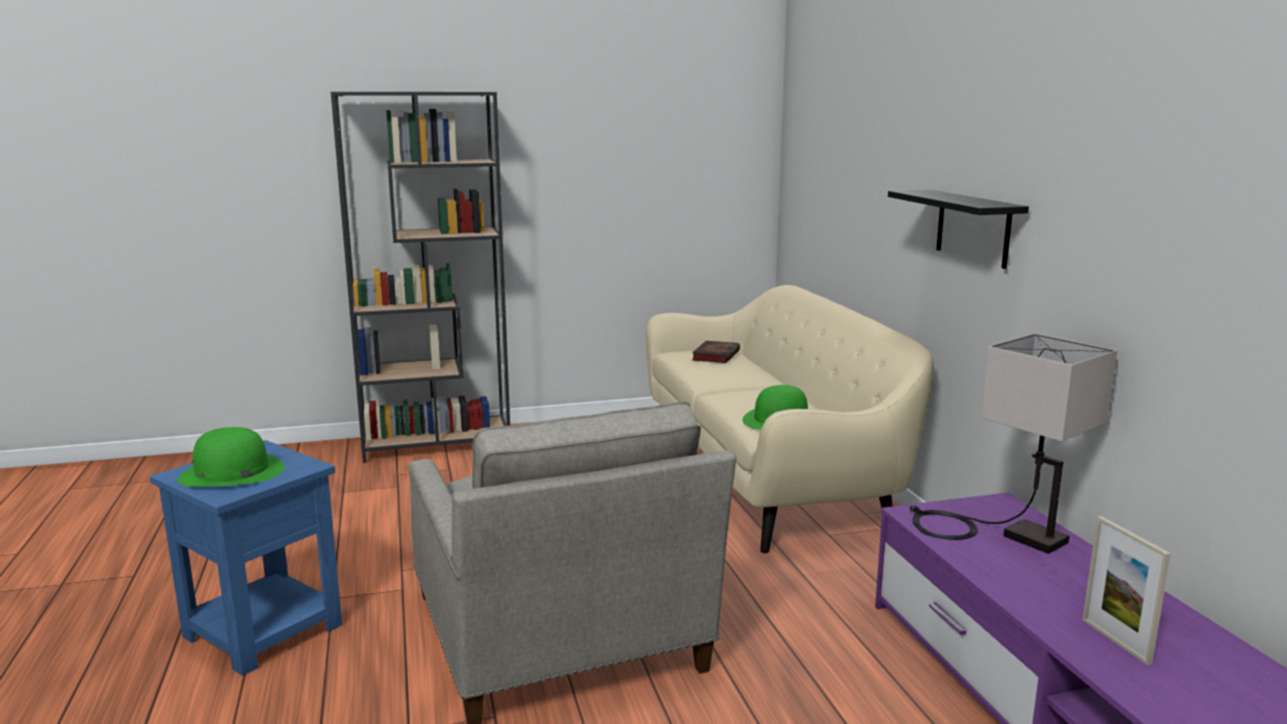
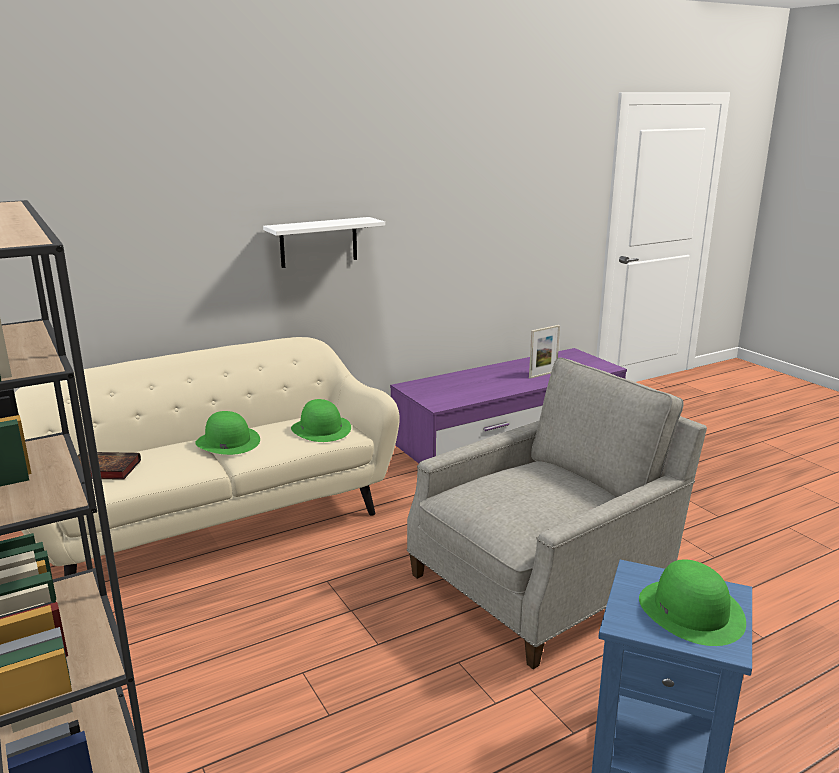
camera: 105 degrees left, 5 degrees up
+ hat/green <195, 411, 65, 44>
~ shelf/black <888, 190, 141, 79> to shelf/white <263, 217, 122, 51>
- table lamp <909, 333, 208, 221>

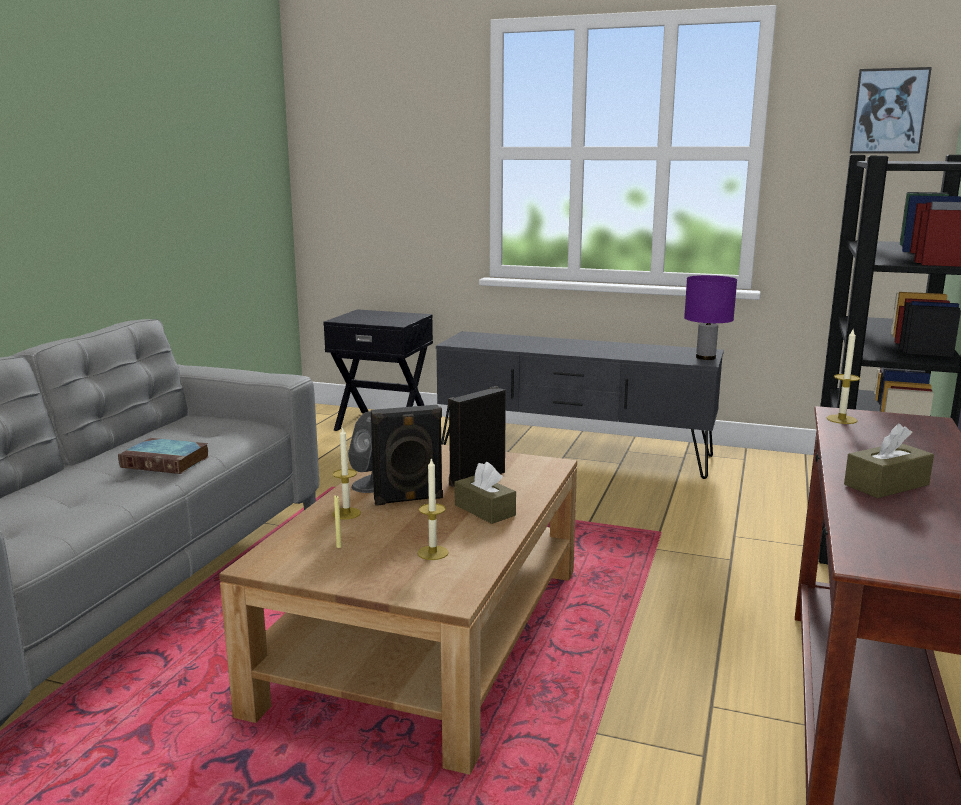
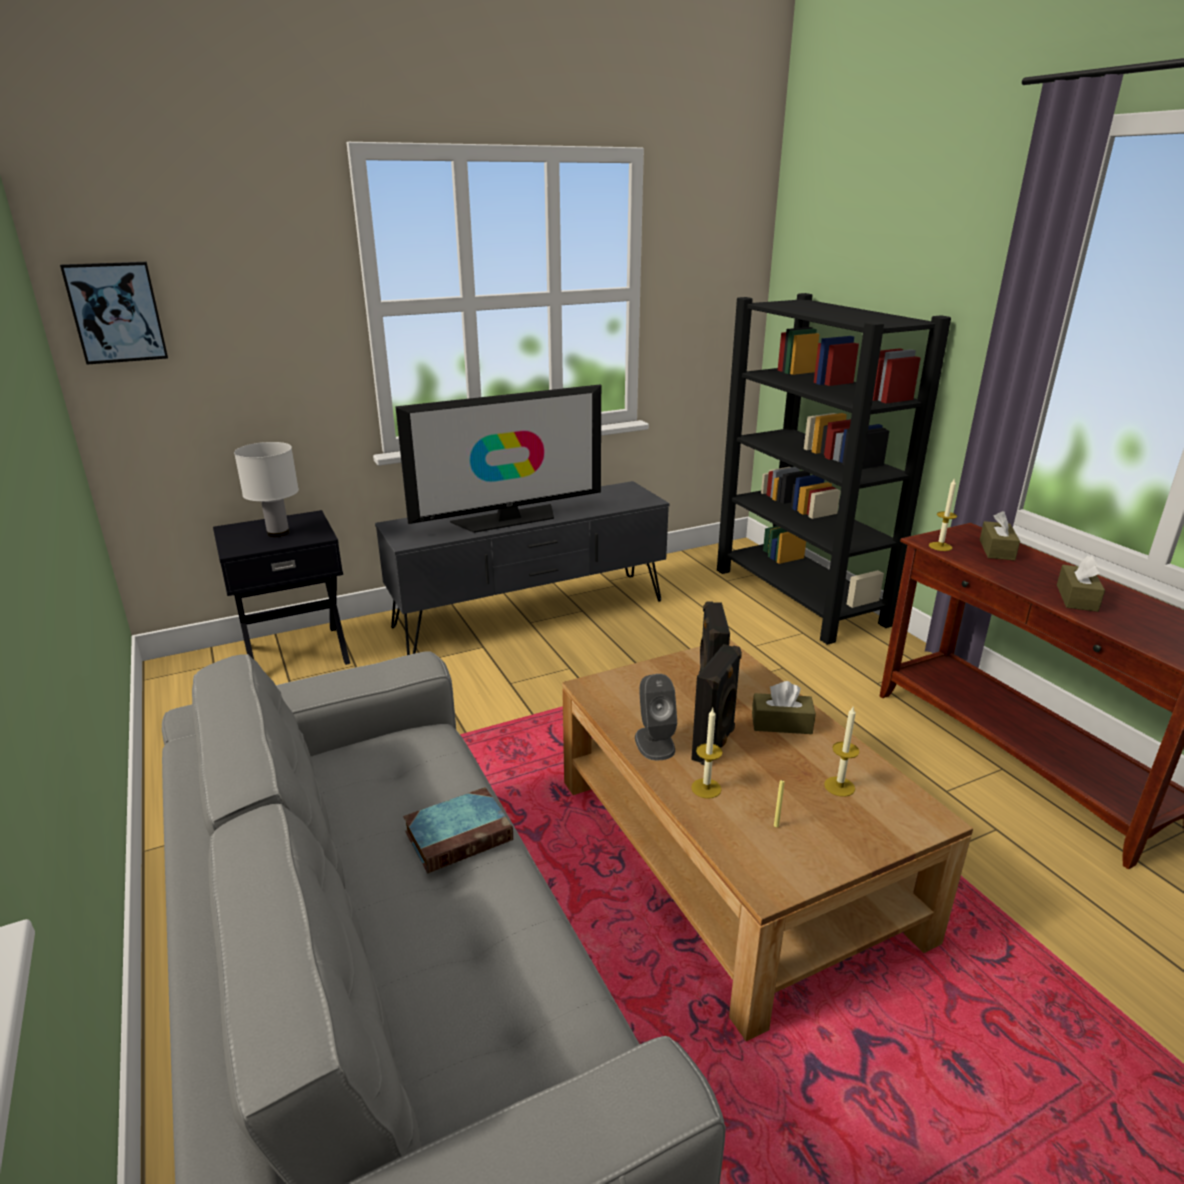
camera: 45 degrees left, 10 degrees up
~ picture <849, 67, 83, 87> to <60, 262, 108, 103>
+ table lamp/white <234, 442, 65, 95>
+ television <395, 385, 206, 148>
+ tissue box/brown <980, 511, 40, 50>
- table lamp/purple <684, 275, 53, 85>

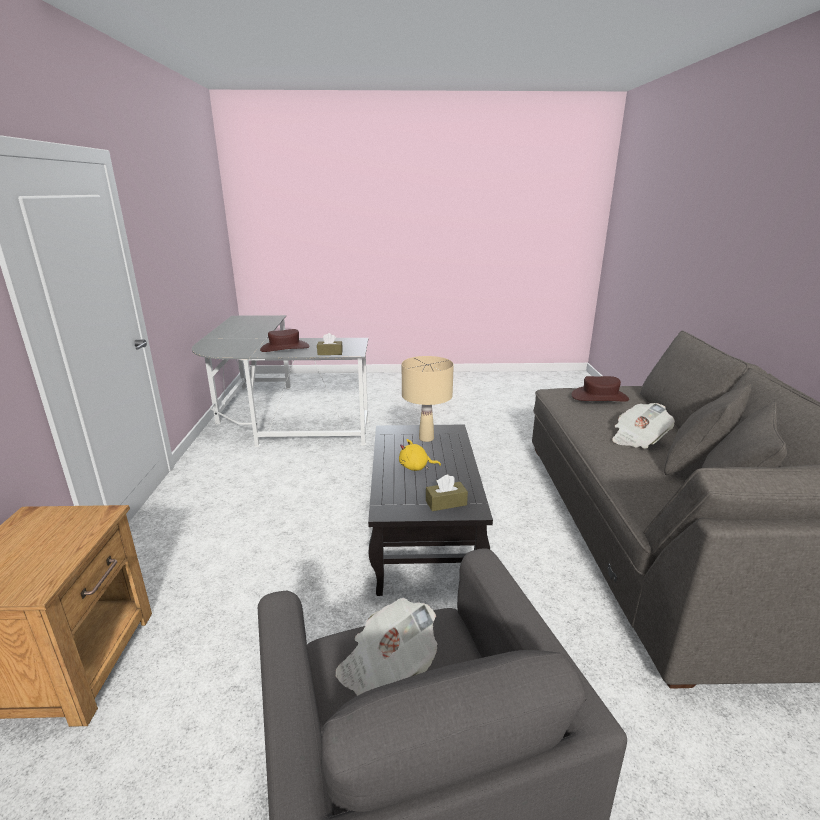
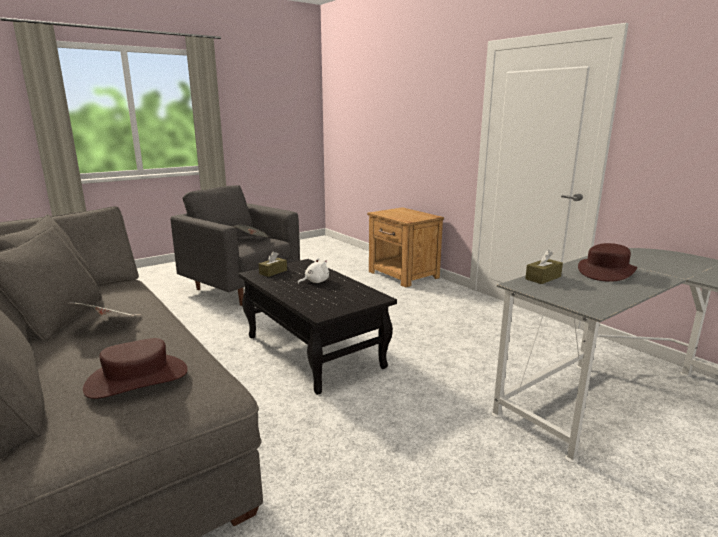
camera: 145 degrees right, 5 degrees down
~ plush toy/yellow <399, 439, 42, 32> to plush toy/white <297, 258, 32, 26>
- table lamp/beige <402, 356, 52, 86>

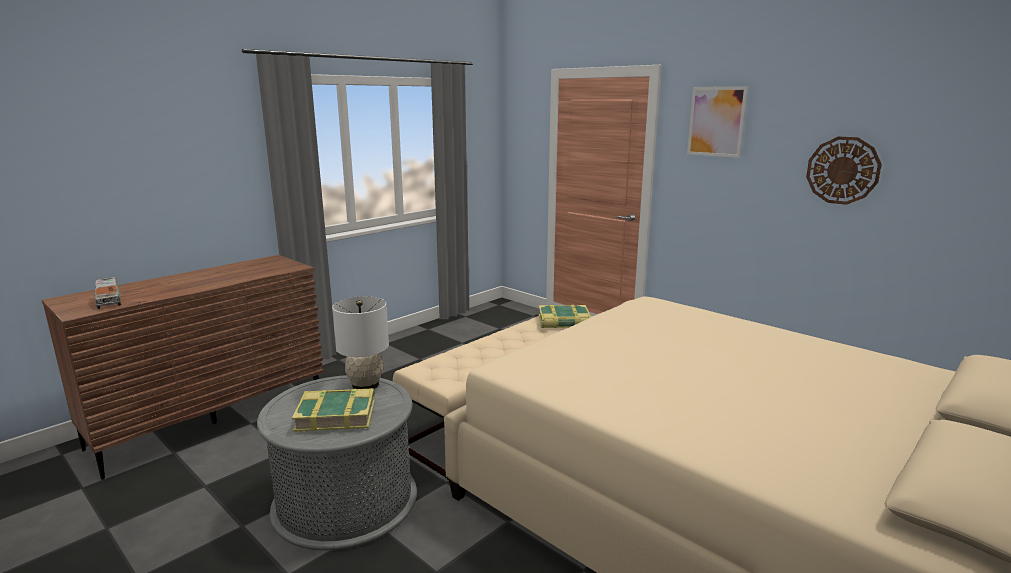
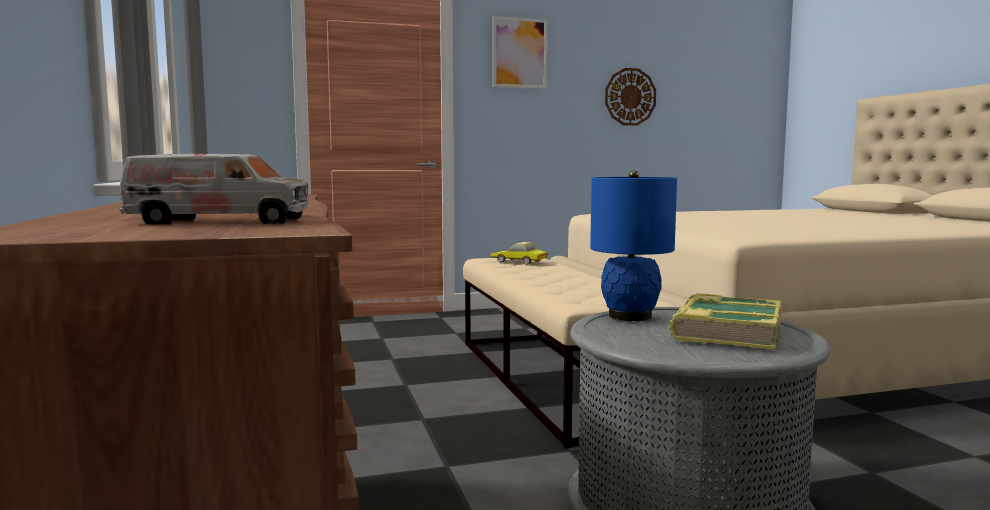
camera: 60 degrees left, 10 degrees down
~ book <539, 305, 52, 23> to toy car <490, 242, 58, 23>
~ table lamp/white <332, 296, 57, 93> to table lamp/blue <590, 170, 87, 151>

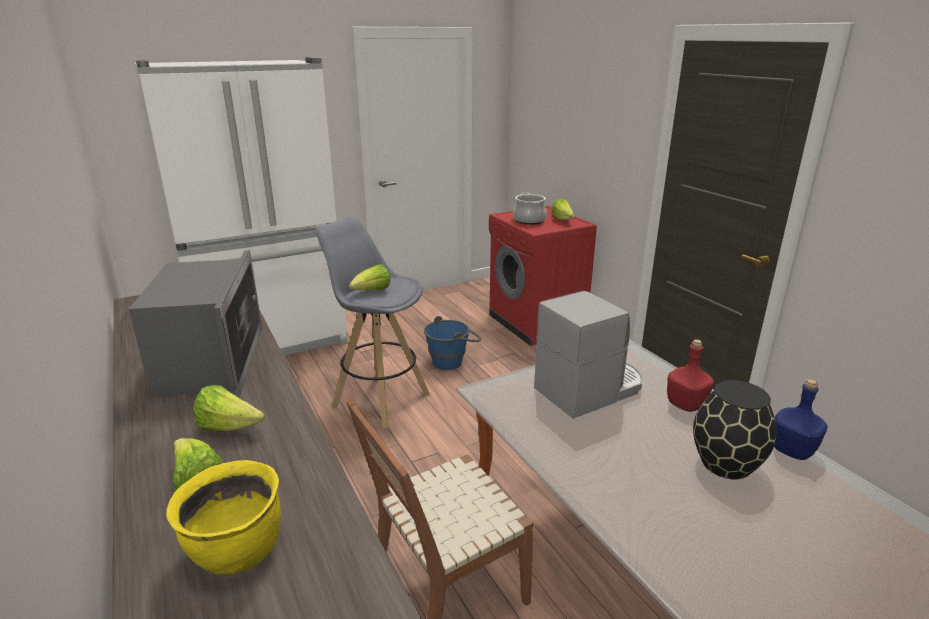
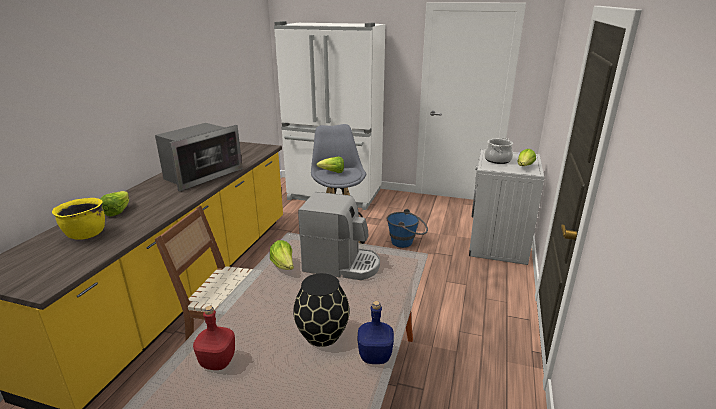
camera: 45 degrees right, 0 degrees up
~ bottle/red <667, 339, 47, 73> to <193, 306, 42, 64>
~ lettuce <193, 385, 72, 46> to <270, 240, 24, 30>
~ washing machine/red <489, 206, 108, 140> to washing machine/white <469, 149, 76, 116>

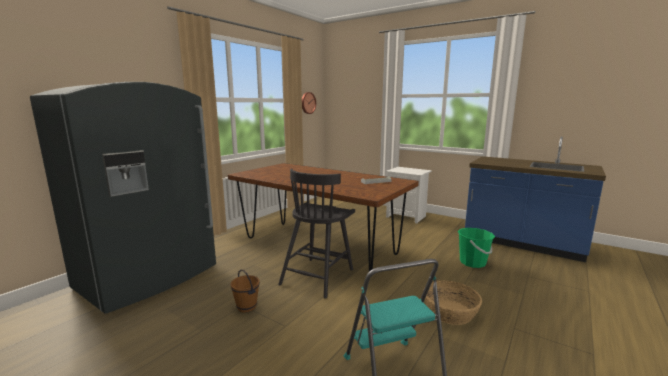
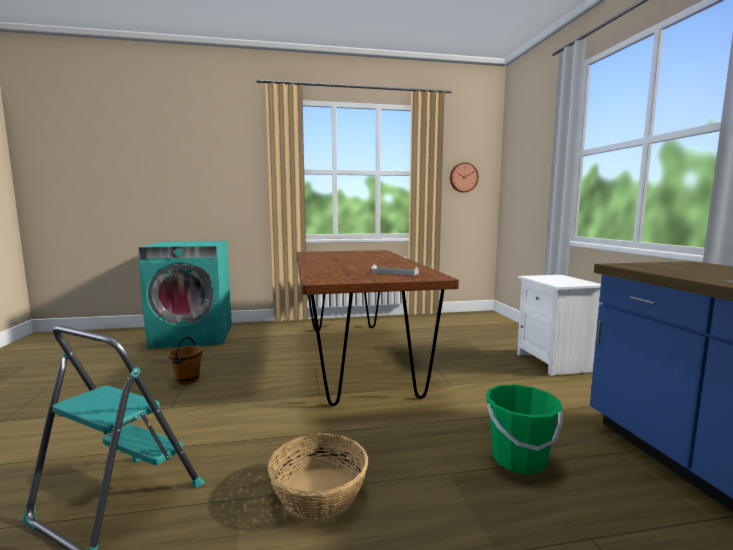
camera: 45 degrees right, 5 degrees down
~ fridge/grey <30, 82, 186, 232> to washing machine/turquoise <139, 241, 93, 107>
- chair/black <278, 169, 77, 130>

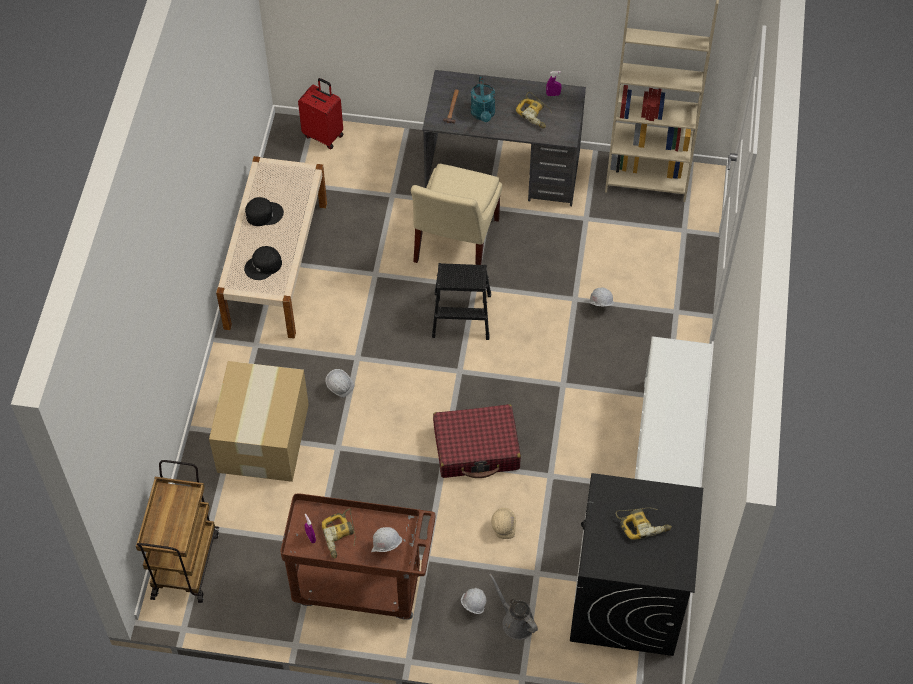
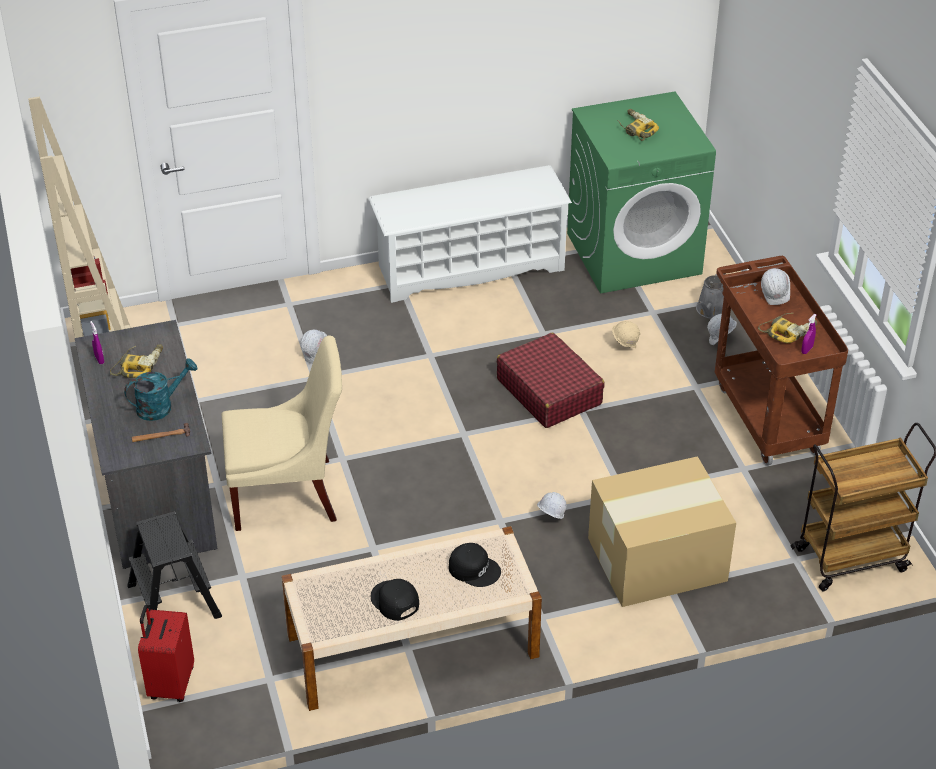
camera: 115 degrees left, 15 degrees down
~ step ladder/black <432, 263, 59, 77> to <127, 511, 95, 113>
~ washing machine/black <570, 473, 133, 183> to washing machine/green <567, 91, 149, 203>

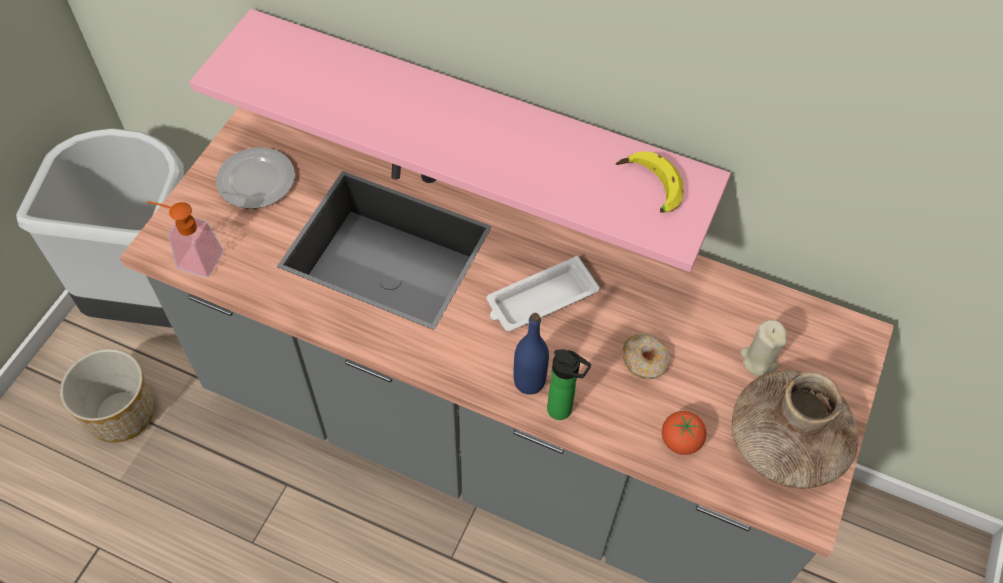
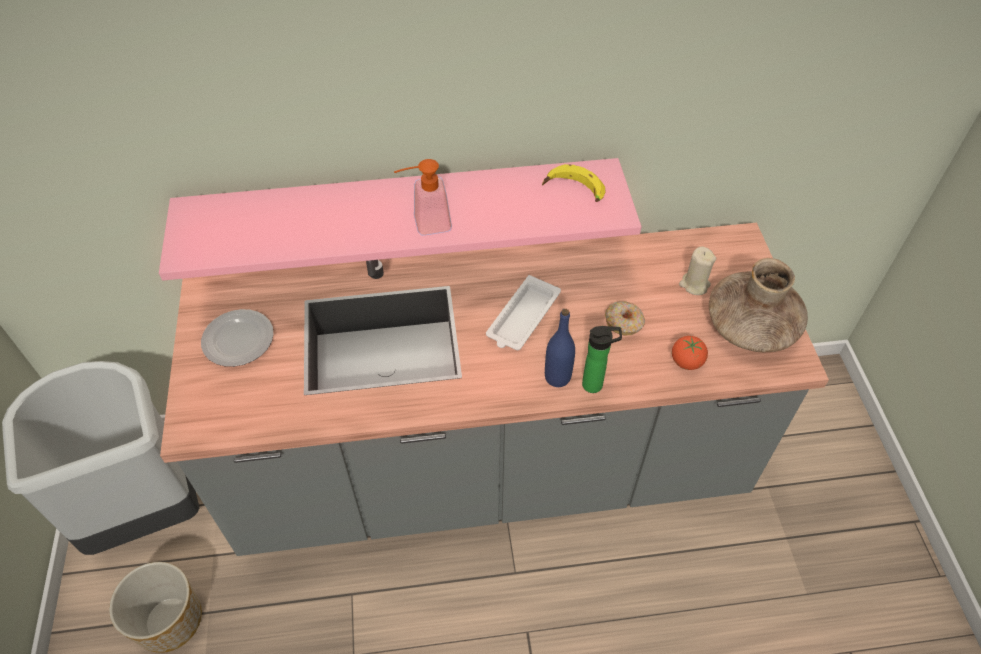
camera: 30 degrees left, 5 degrees down
~ soap dispenser <147, 201, 76, 76> to <394, 159, 58, 77>

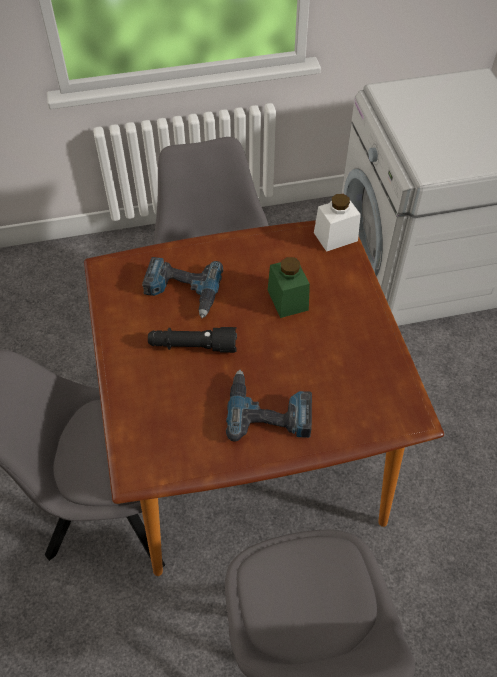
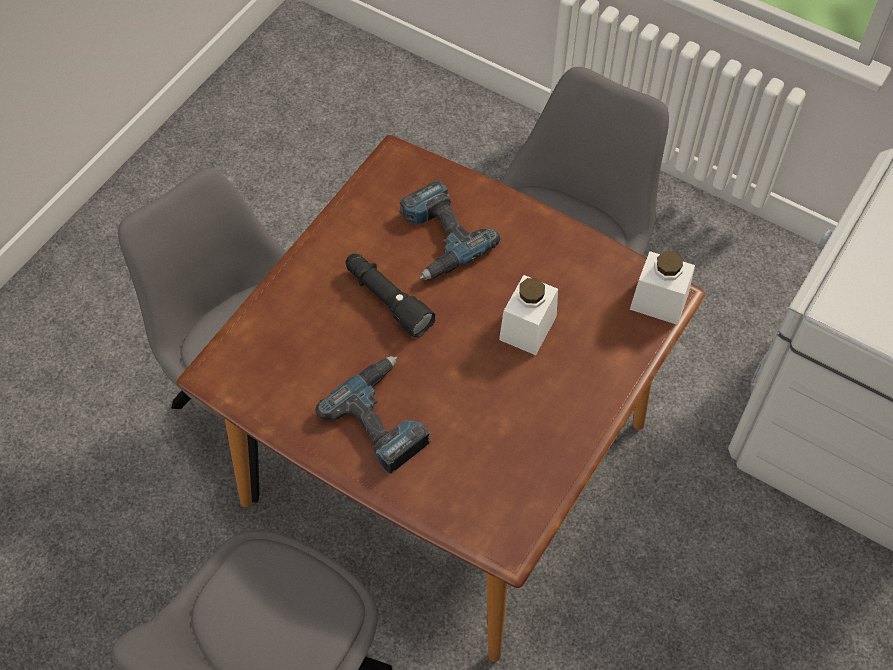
camera: 45 degrees right, 5 degrees up
~ jar/green <268, 257, 42, 61> to jar/white <499, 275, 59, 80>

